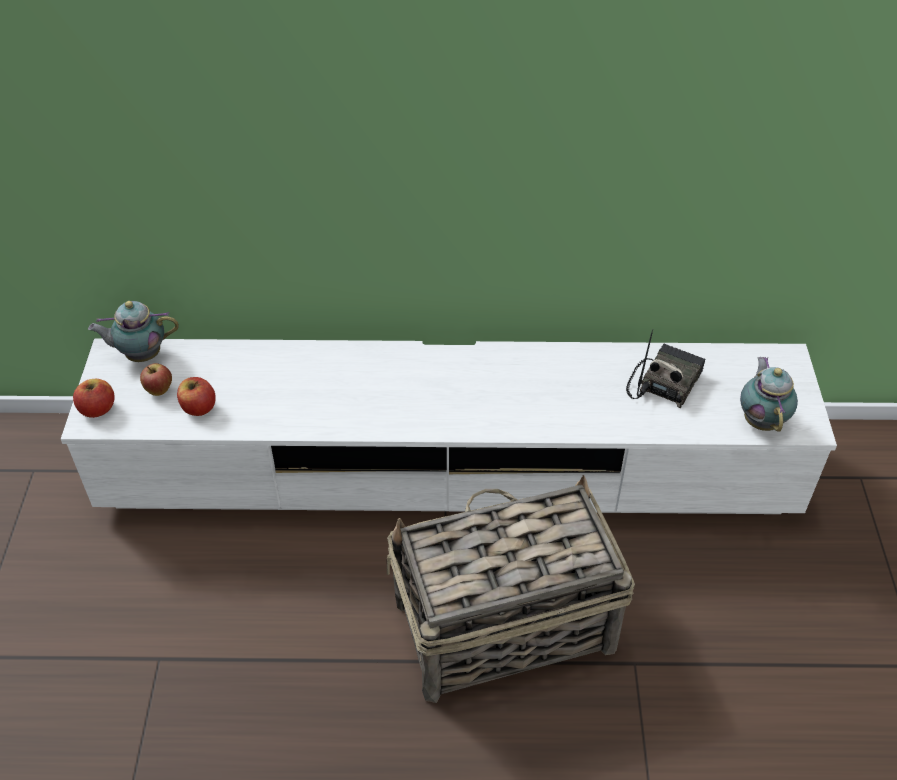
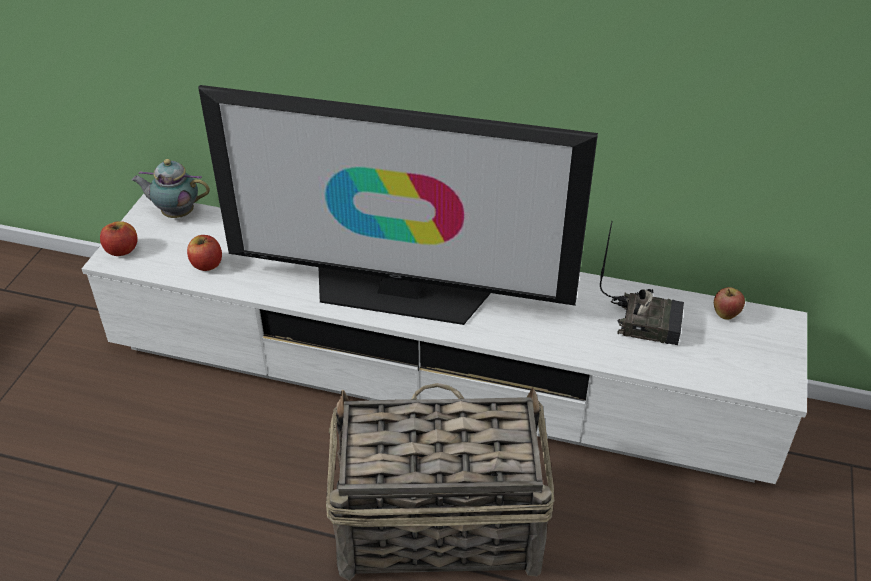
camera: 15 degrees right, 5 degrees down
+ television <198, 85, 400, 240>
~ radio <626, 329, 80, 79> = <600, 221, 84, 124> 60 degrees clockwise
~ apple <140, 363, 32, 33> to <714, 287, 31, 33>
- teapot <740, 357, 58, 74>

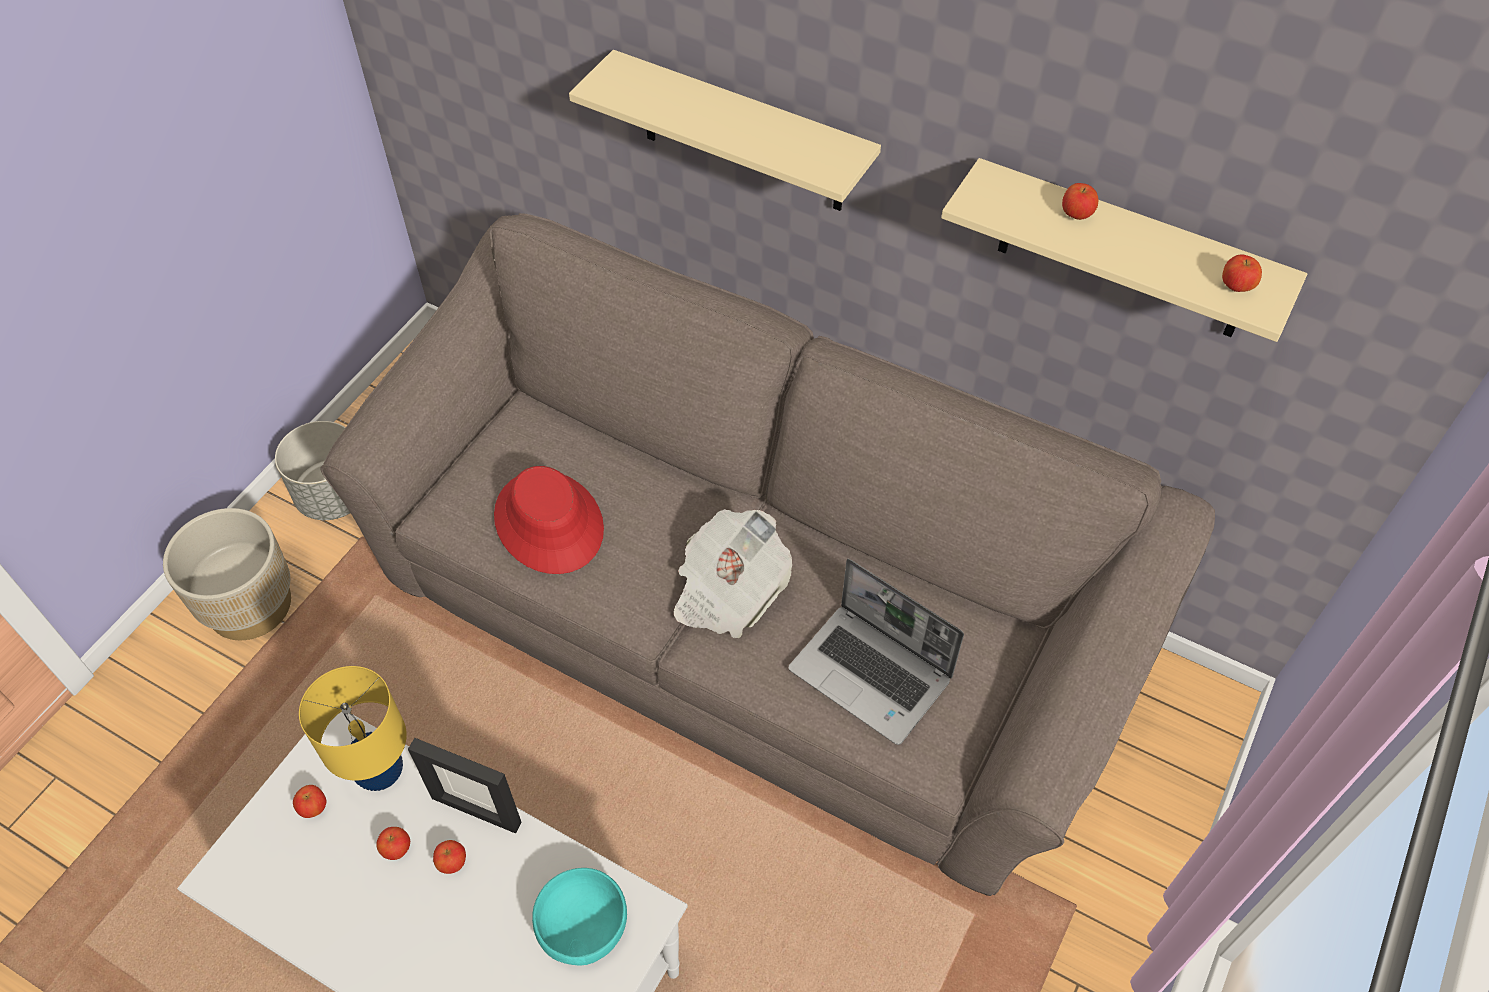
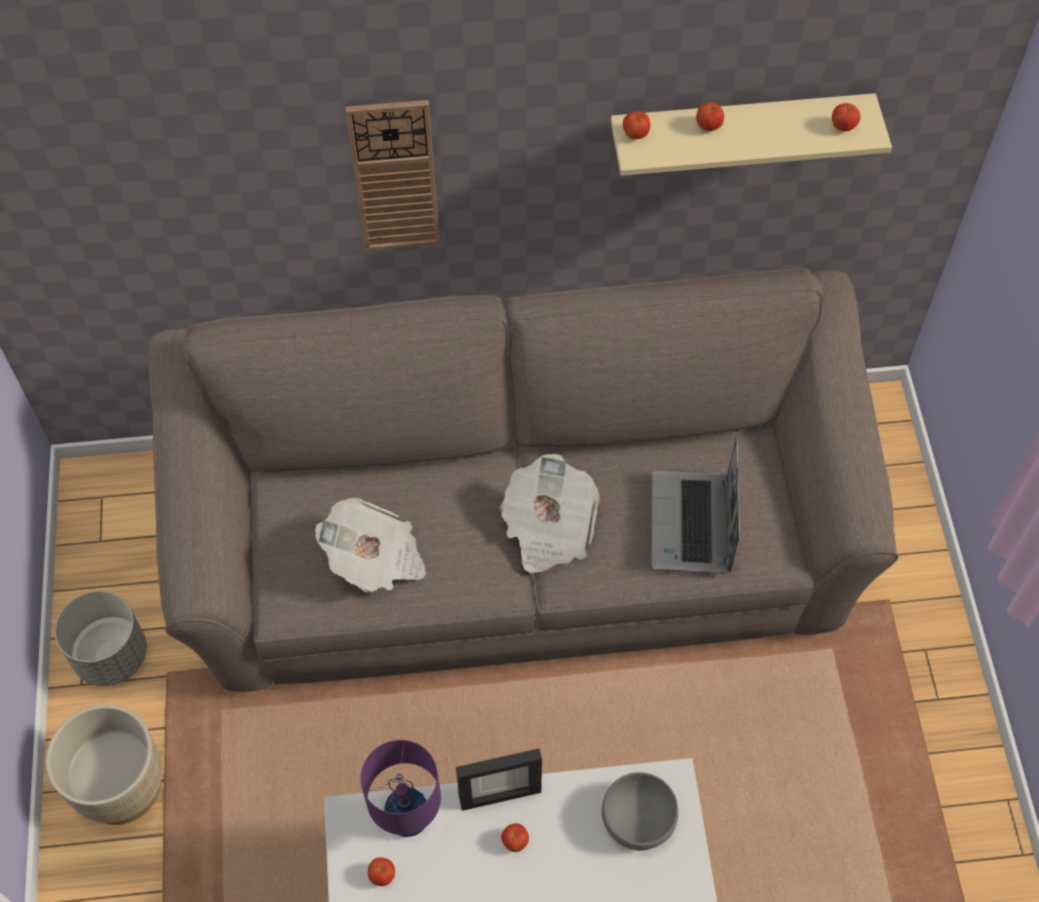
camera: 35 degrees left, 5 degrees up
~ hat/red <494, 466, 110, 108> to newspaper <315, 498, 111, 95>
~ shelf/beige <569, 50, 312, 161> to wall clock <346, 100, 94, 151>
~ table lamp/yellow <299, 666, 108, 125> to table lamp/purple <361, 740, 80, 97>
~ bowl/turquoise <532, 868, 95, 98> to bowl/grey <602, 772, 76, 78>
~ apple <376, 827, 34, 33> to <623, 111, 27, 28>
~ laptop <789, 559, 175, 186> = <652, 437, 88, 137> 90 degrees clockwise

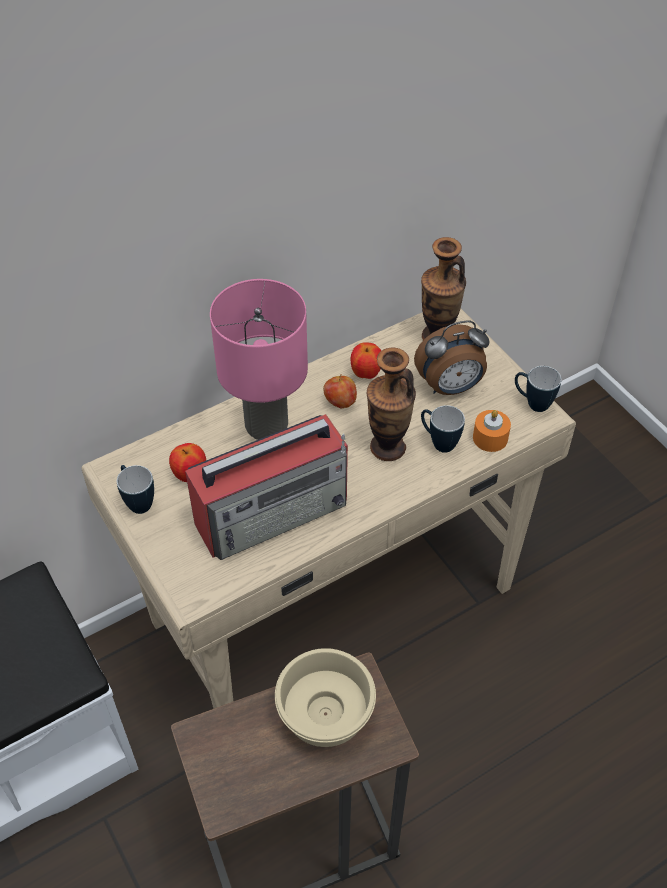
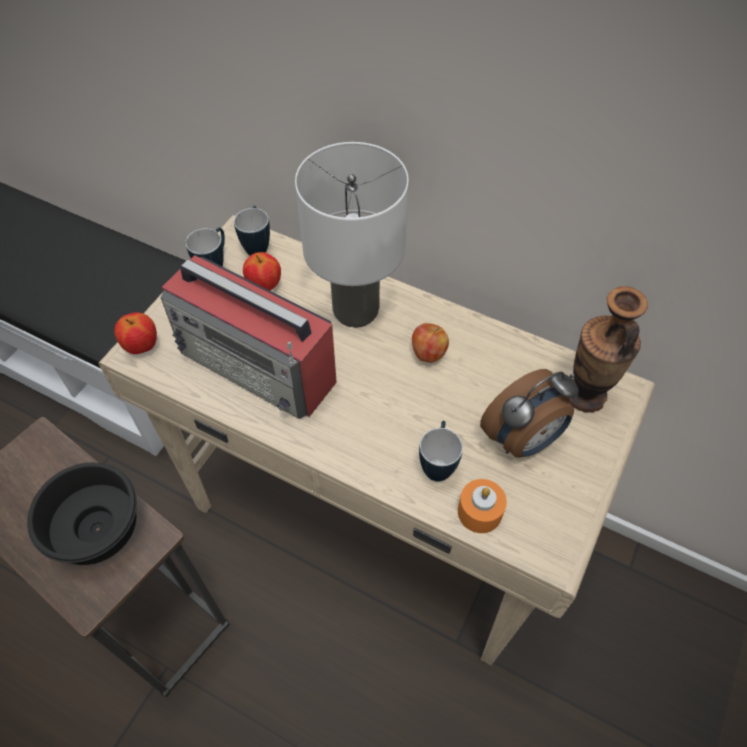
camera: 60 degrees right, 5 degrees up
~ bowl/beige <275, 648, 101, 99> to bowl/black <27, 462, 110, 103>
~ apple <350, 342, 31, 37> to <115, 312, 42, 42>
~ mug <515, 366, 47, 46> to <234, 206, 36, 49>
~ table lamp/pink <210, 279, 98, 161> to table lamp/white <295, 142, 114, 186>
~ alarm clock <414, 320, 76, 75> = <480, 369, 99, 89> 75 degrees counterclockwise
- vase <367, 347, 49, 114>

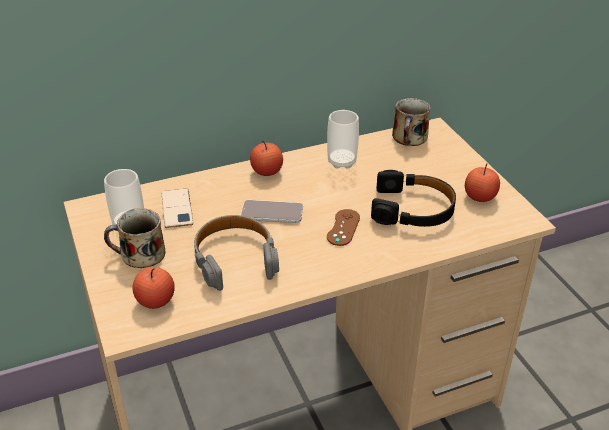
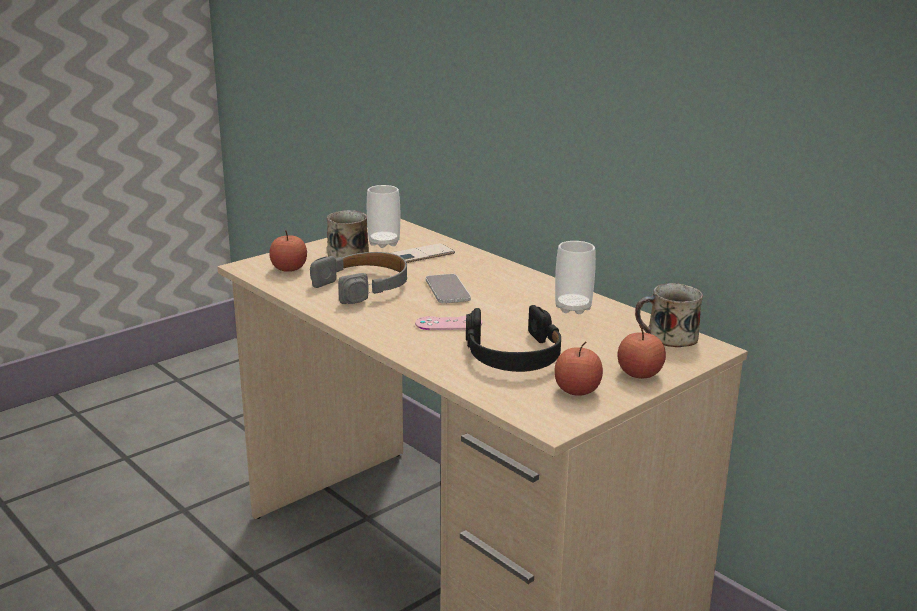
camera: 70 degrees right, 15 degrees down
~ game controller/brown <327, 209, 33, 37> to game controller/pink <415, 316, 67, 14>
~ apple <250, 141, 33, 35> to <618, 324, 48, 55>

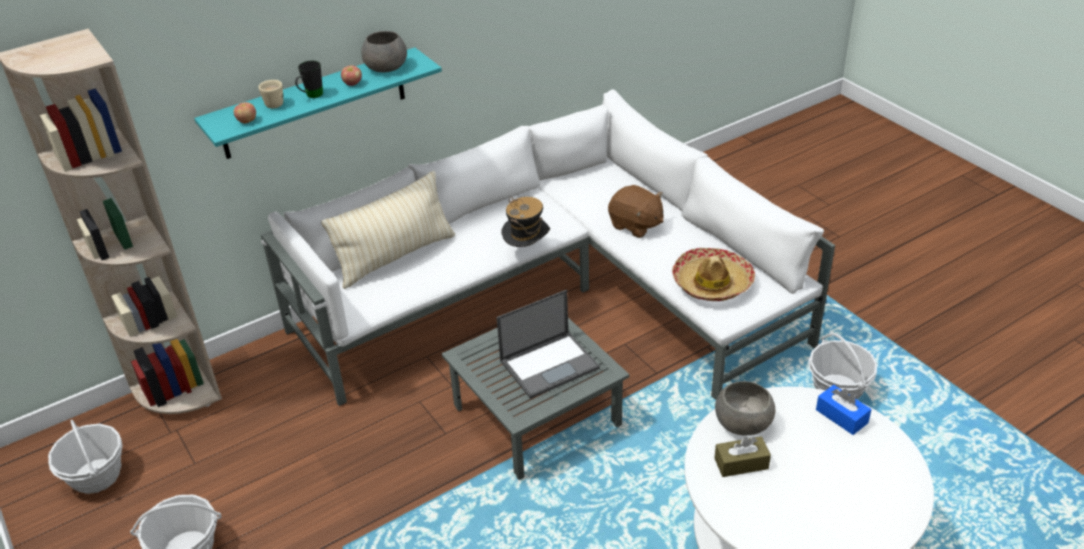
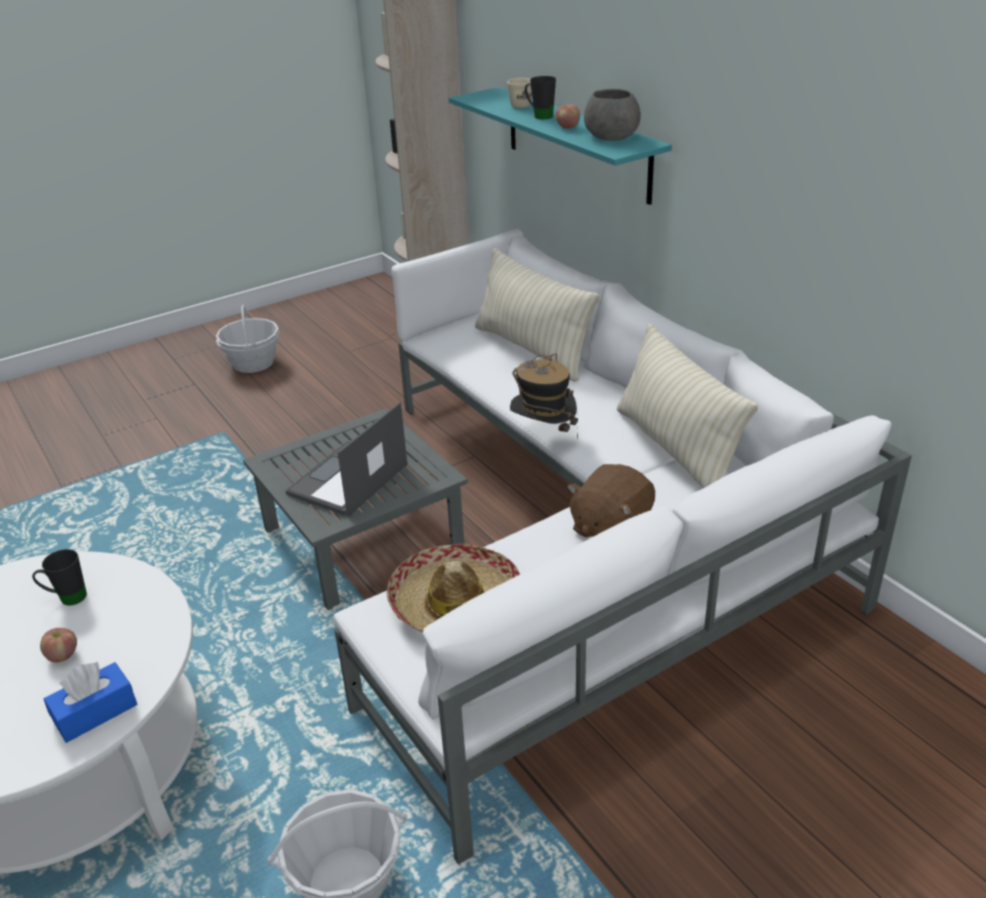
camera: 90 degrees right, 5 degrees down
~ tissue box/brown <714, 436, 57, 41> to mug/black <32, 549, 55, 57>
~ apple <234, 102, 22, 21> to <40, 628, 37, 34>
~ laptop <497, 290, 103, 109> = <285, 402, 122, 115> 60 degrees clockwise
+ pillow/beige <617, 323, 141, 165>
- basket <48, 420, 75, 74>
- bowl/grey <715, 381, 60, 54>

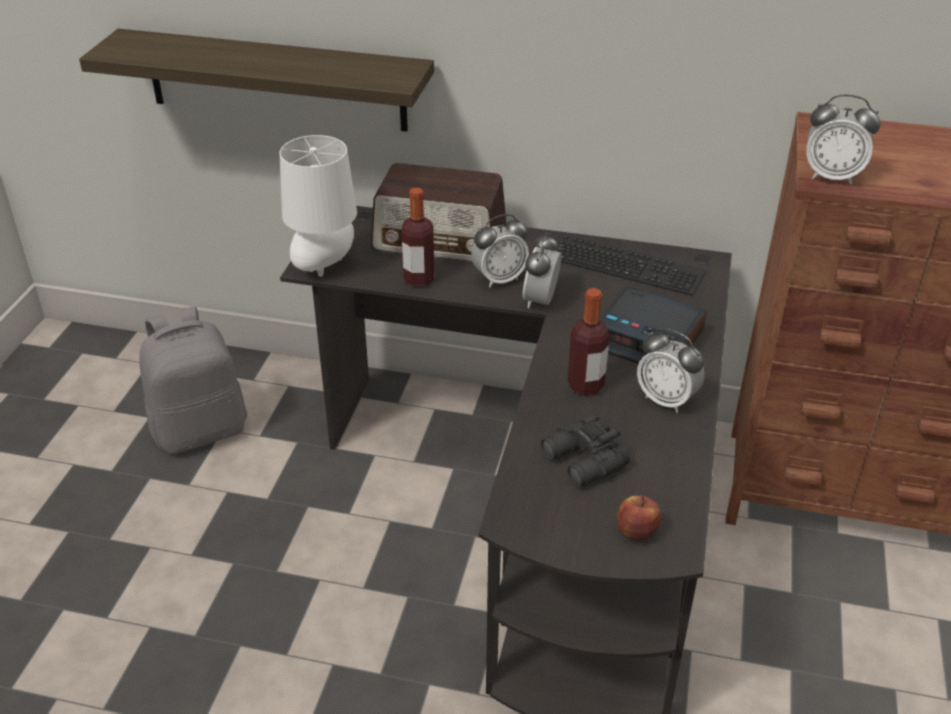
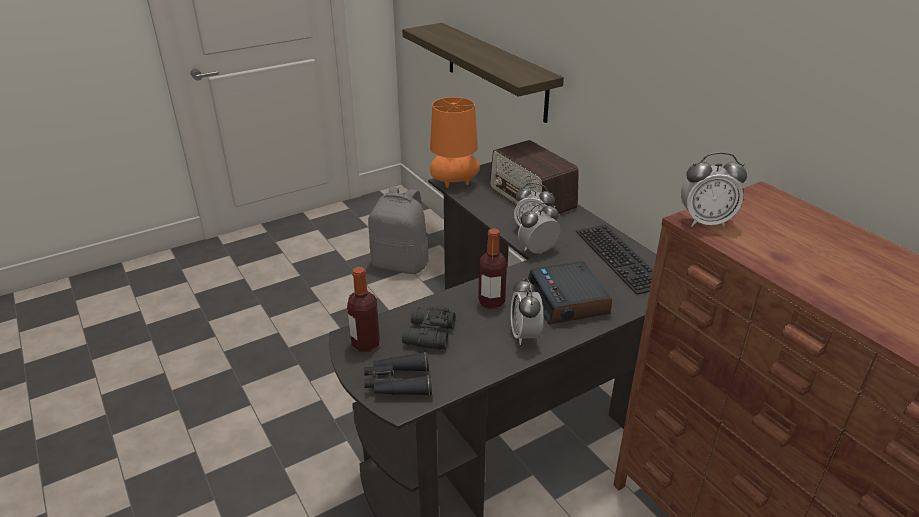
camera: 45 degrees right, 5 degrees down
~ bottle <402, 188, 32, 99> to <347, 267, 33, 85>
~ apple <617, 495, 45, 46> to binoculars/black <364, 352, 68, 44>
~ table lamp/white <279, 135, 78, 142> to table lamp/orange <430, 97, 50, 91>
~ alarm clock <806, 94, 75, 90> = <681, 152, 66, 75> 60 degrees counterclockwise

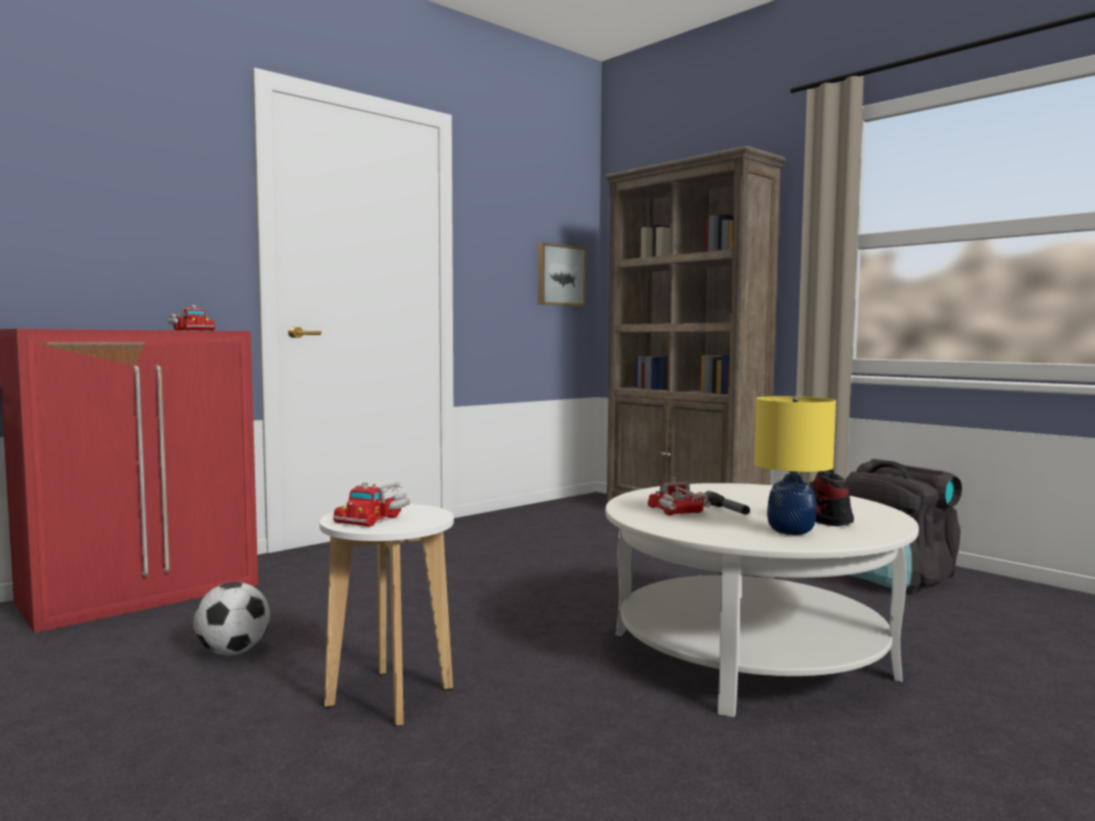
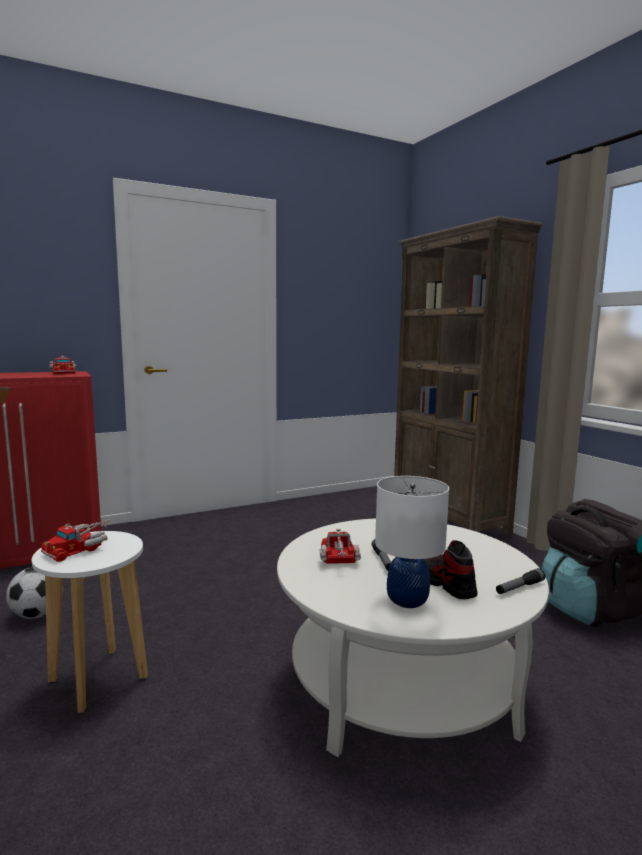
camera: 15 degrees right, 5 degrees up
~ table lamp/yellow <754, 396, 82, 139> to table lamp/white <375, 476, 74, 132>
+ flashlight <496, 568, 49, 26>
- picture <538, 243, 48, 63>

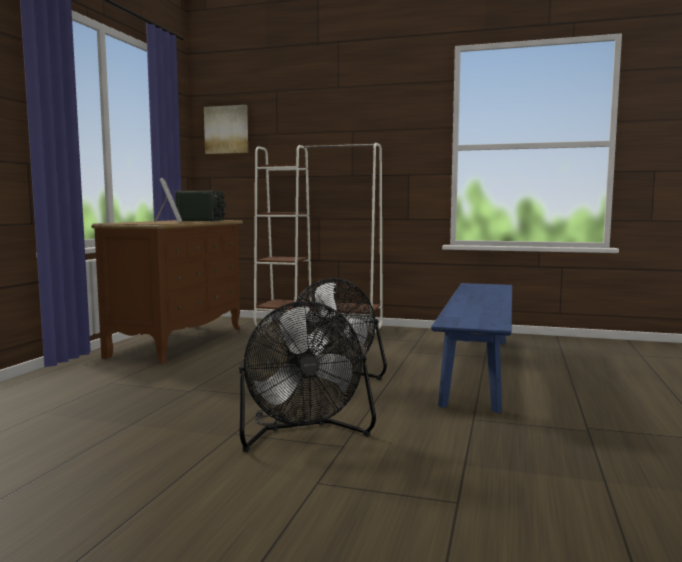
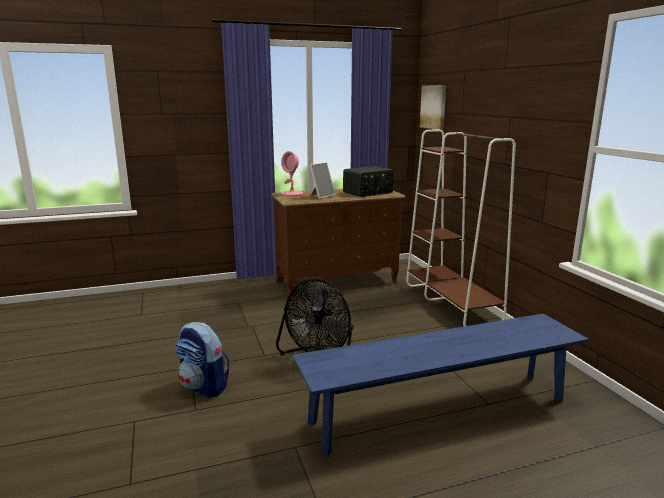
camera: 55 degrees right, 10 degrees up
~ fan/black <239, 301, 137, 151> to backpack <175, 322, 54, 76>
+ table lamp/pink <281, 151, 22, 45>

